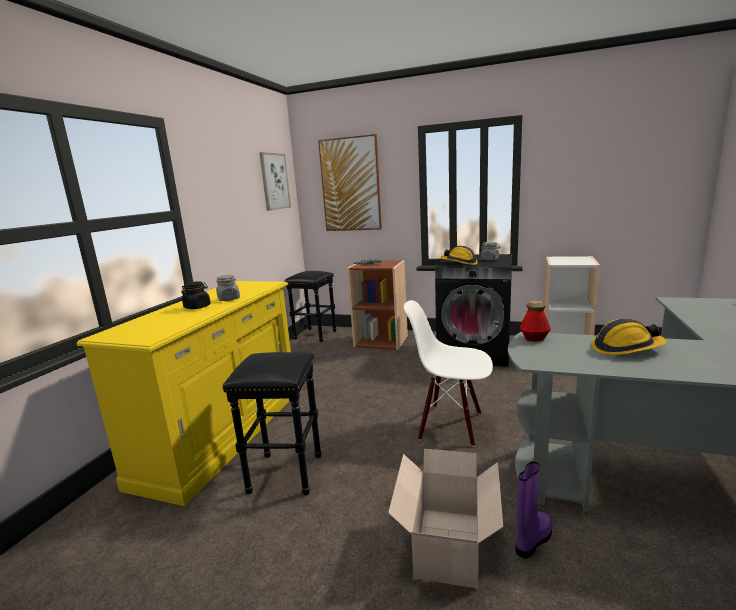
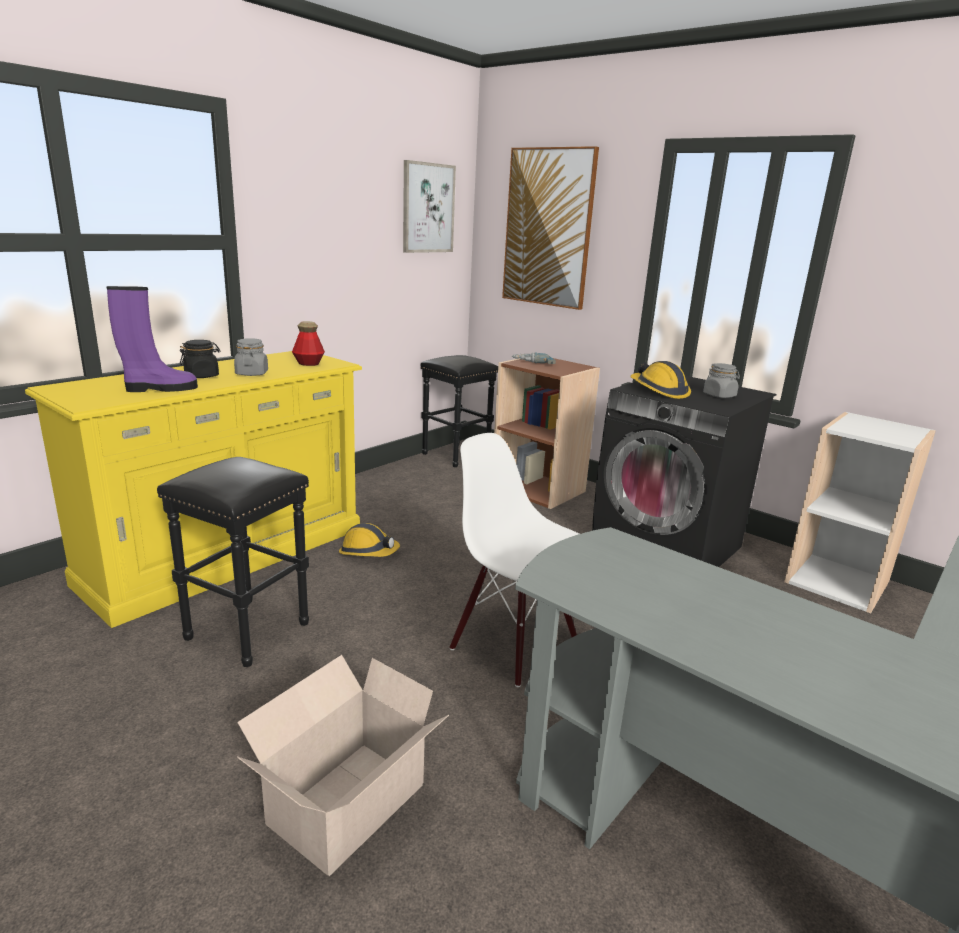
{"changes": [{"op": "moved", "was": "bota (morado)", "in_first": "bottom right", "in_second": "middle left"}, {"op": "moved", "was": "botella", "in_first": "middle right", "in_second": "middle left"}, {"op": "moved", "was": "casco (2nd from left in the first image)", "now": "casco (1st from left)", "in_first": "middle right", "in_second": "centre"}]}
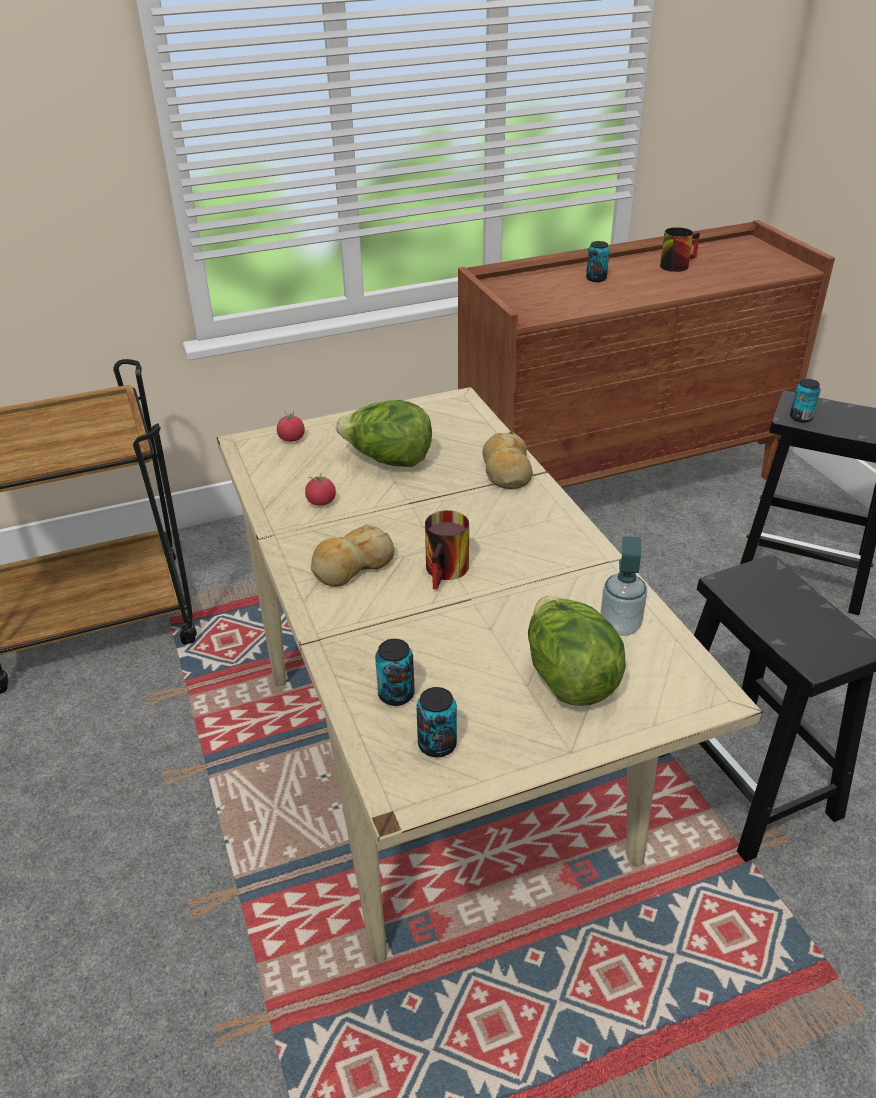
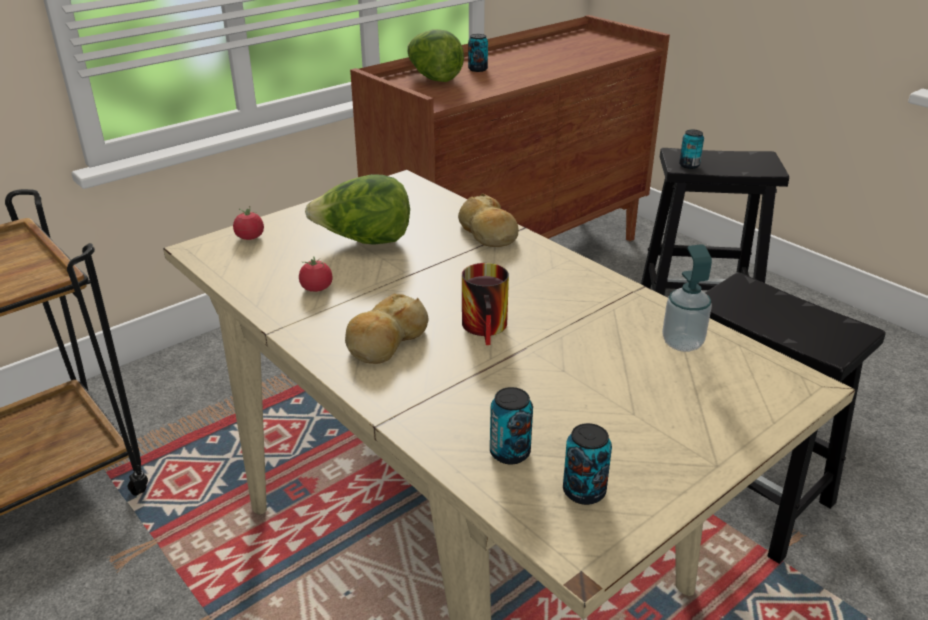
{"changes": [{"op": "moved", "was": "lechuga (2nd from left)", "in_first": "centre", "in_second": "top centre"}, {"op": "removed", "was": "taza grande (2nd from left)", "in_first": "top right"}]}
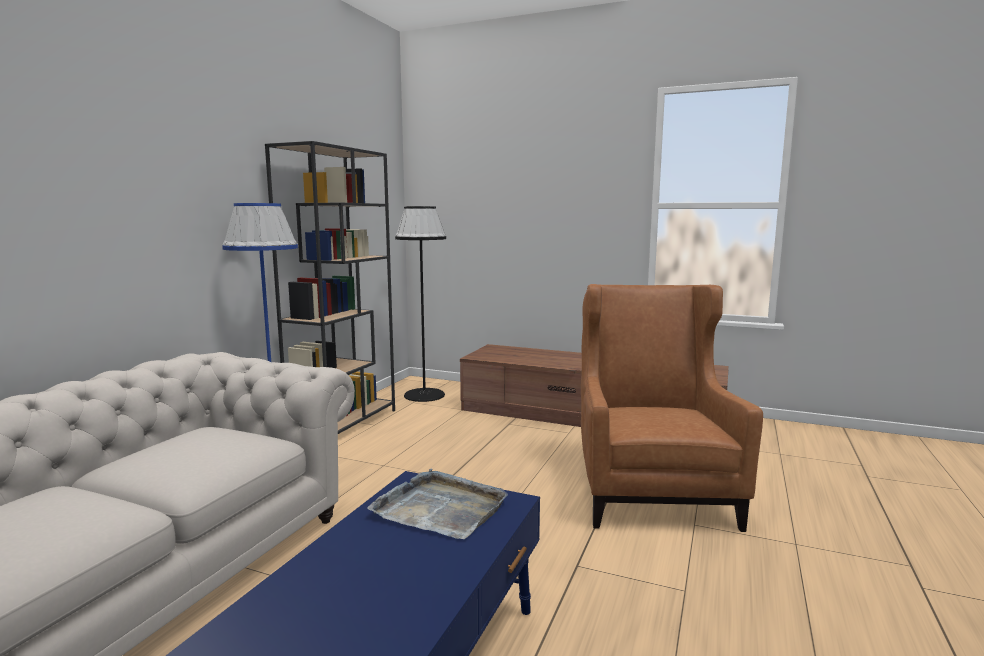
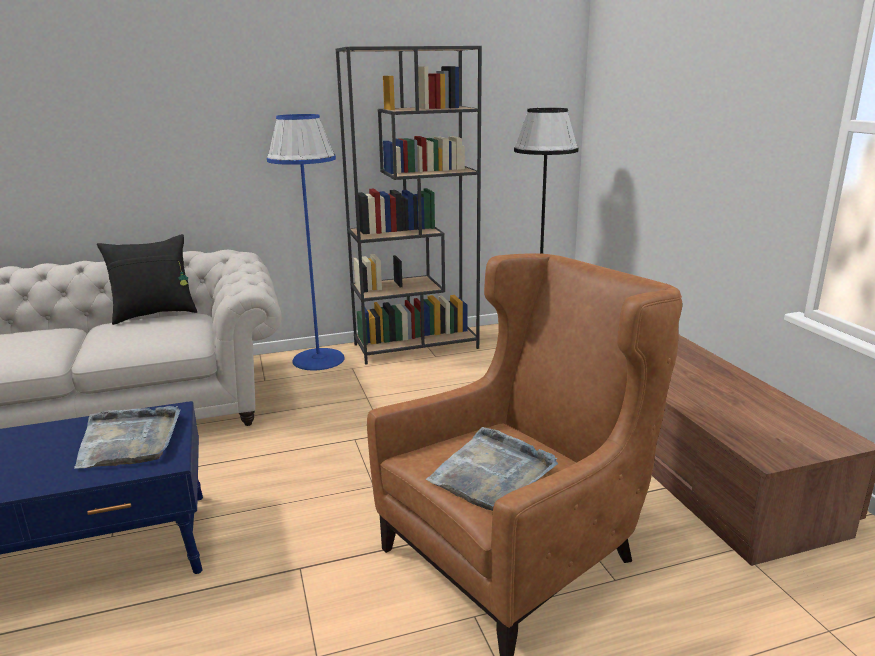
{"changes": [{"op": "added", "now": "cojín (negro)", "in_second": "middle left"}, {"op": "added", "now": "bandeja (gris) (2nd from left)", "in_second": "bottom centre"}]}
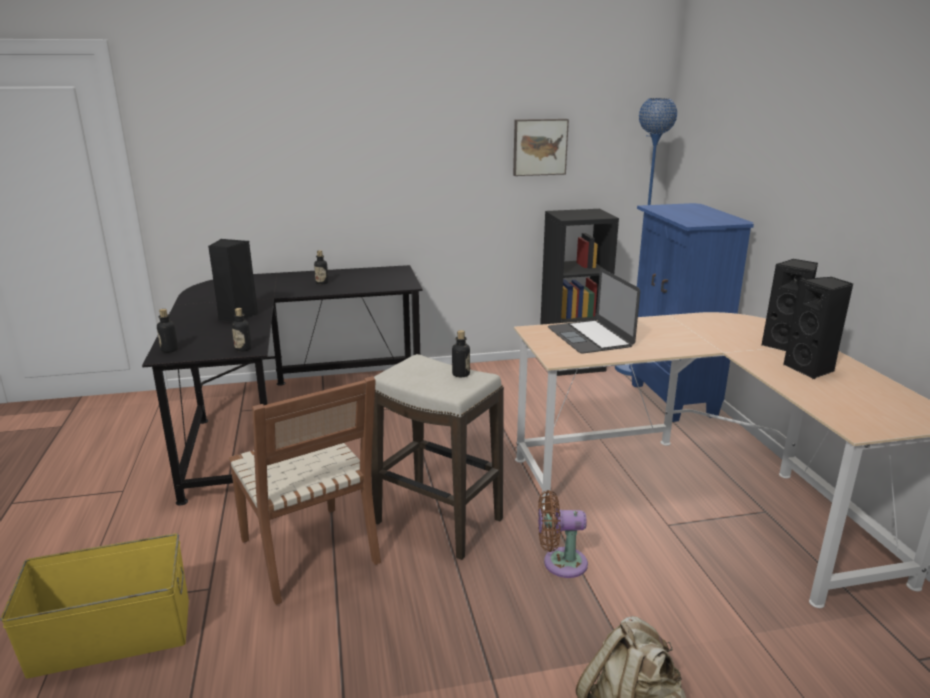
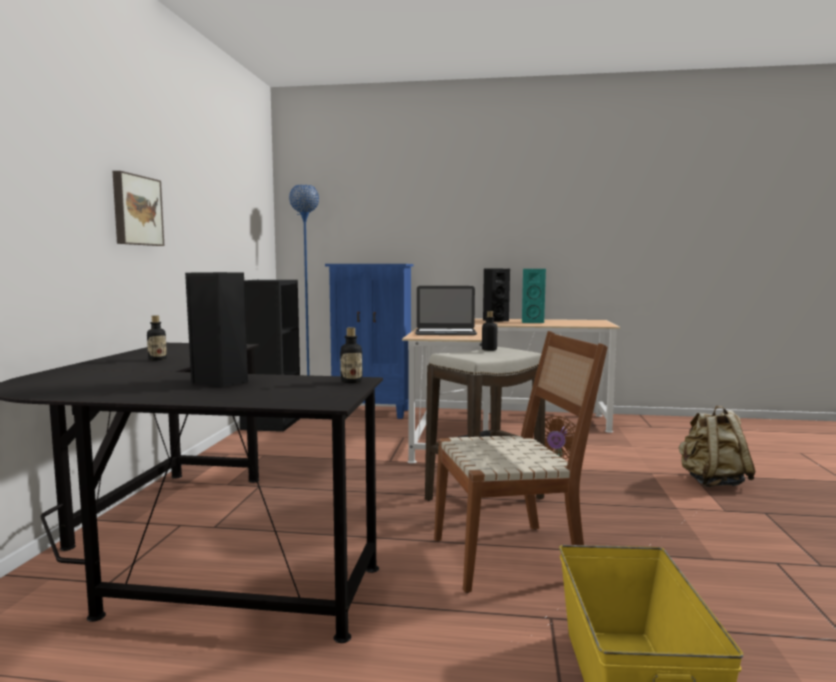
{"changes": [{"op": "removed", "was": "botella (1st from left)", "in_first": "middle left"}, {"op": "moved", "was": "cuadro", "in_first": "top centre", "in_second": "top left"}, {"op": "recoloured", "was": "altavoz (negro) (3rd from left)", "now": "altavoz (turquesa)", "in_first": "middle right", "in_second": "centre"}]}
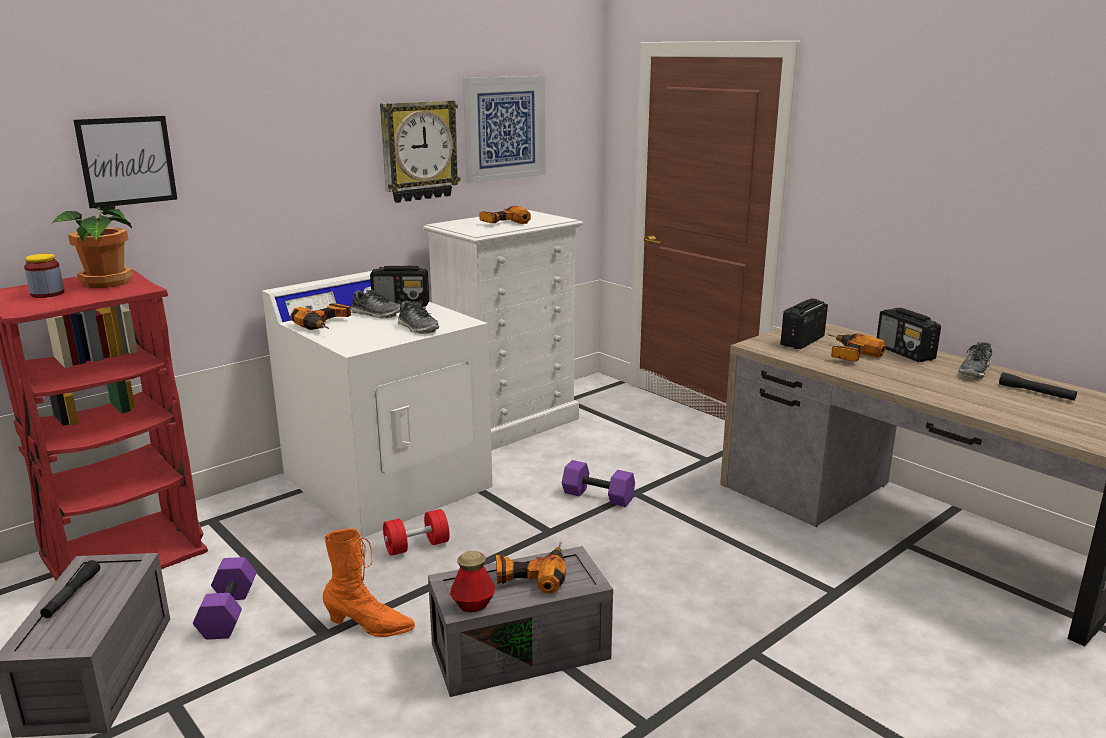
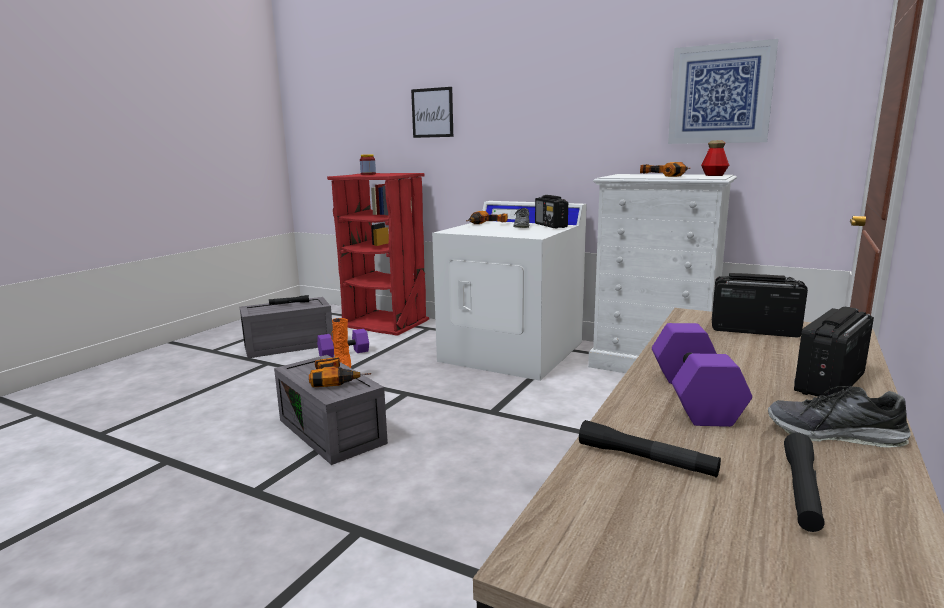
{"changes": [{"op": "removed", "was": "planta en maceta", "in_first": "middle left"}, {"op": "removed", "was": "reloj de pared", "in_first": "top centre"}, {"op": "removed", "was": "mancuerna (rojo)", "in_first": "bottom centre"}, {"op": "removed", "was": "zapato (2nd from left)", "in_first": "centre"}, {"op": "moved", "was": "botella", "in_first": "bottom centre", "in_second": "top right"}, {"op": "moved", "was": "mancuerna (morado) (2nd from left)", "in_first": "centre", "in_second": "middle right"}, {"op": "removed", "was": "taladro (4th from left)", "in_first": "middle right"}, {"op": "added", "now": "linterna (negro) (2nd from left)", "in_second": "bottom right"}]}
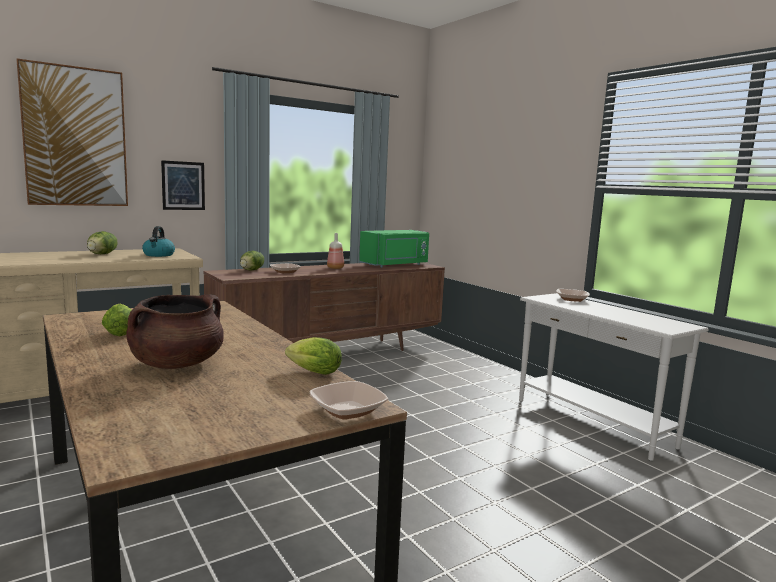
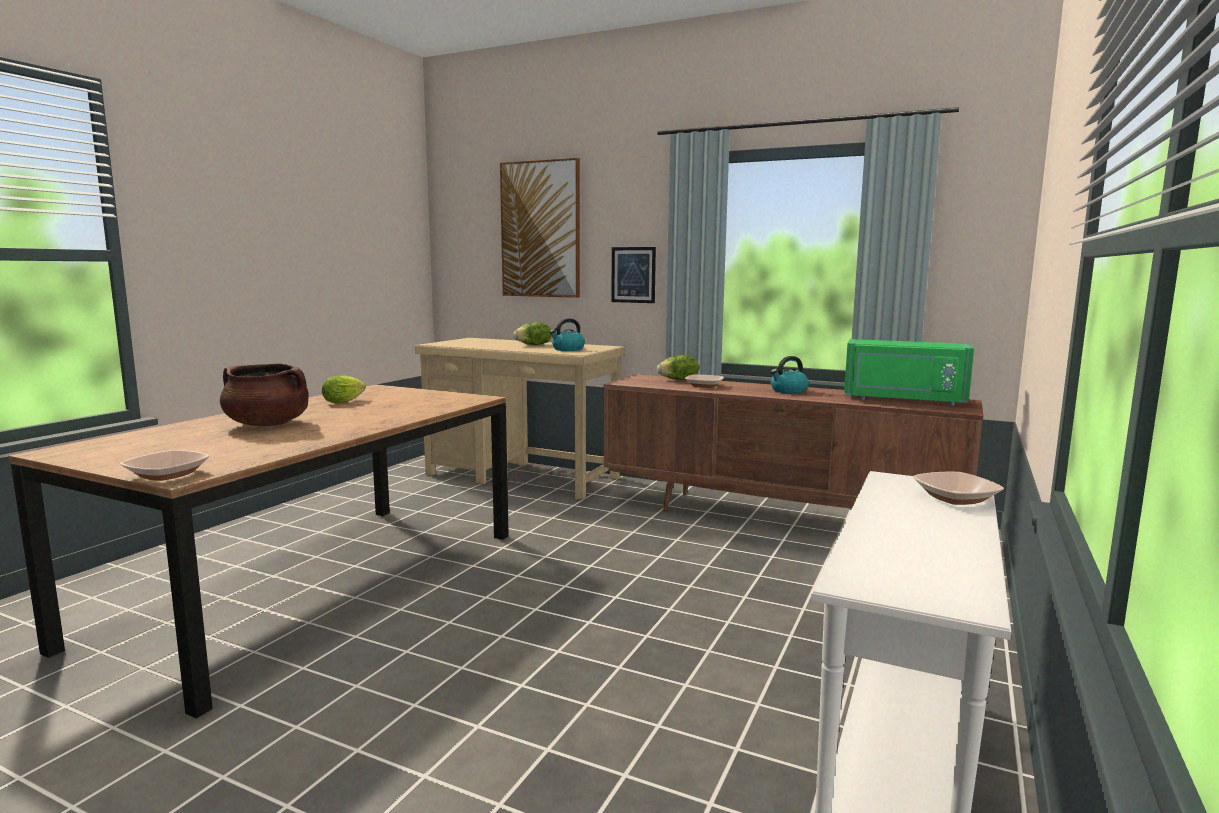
{"changes": [{"op": "removed", "was": "lechuga (4th from left)", "in_first": "centre"}, {"op": "replaced", "was": "botella", "now": "hervidor (2nd from left)", "in_first": "centre", "in_second": "centre"}]}
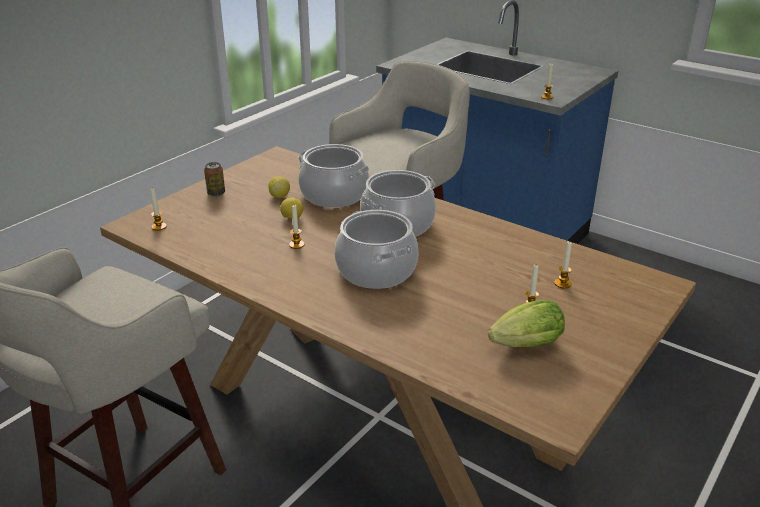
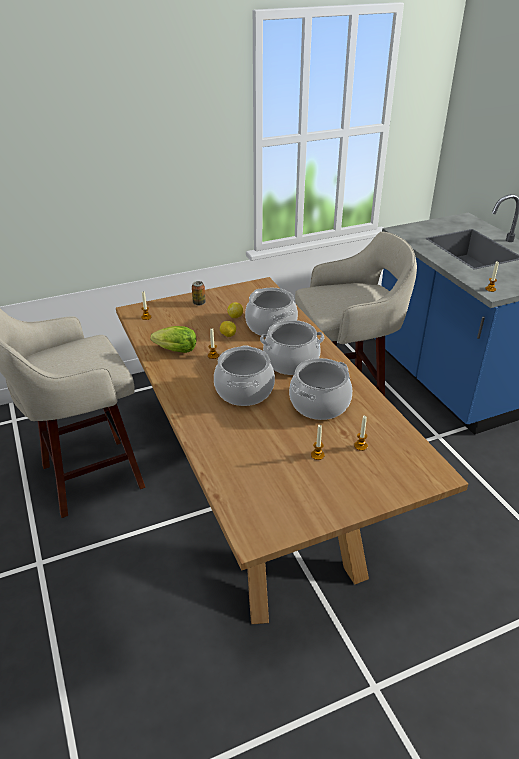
{"changes": [{"op": "moved", "was": "lechuga", "in_first": "middle right", "in_second": "centre"}, {"op": "added", "now": "olla (4th from left)", "in_second": "centre"}]}
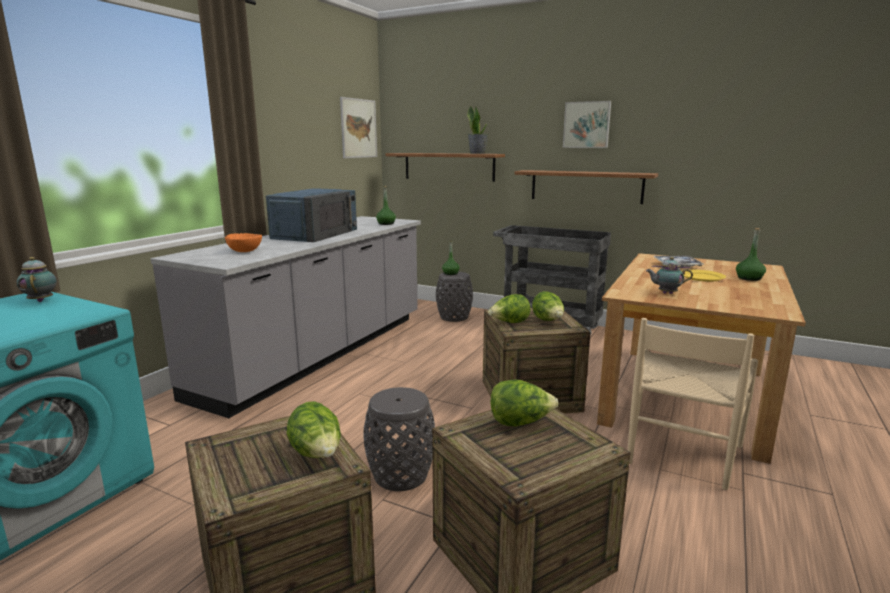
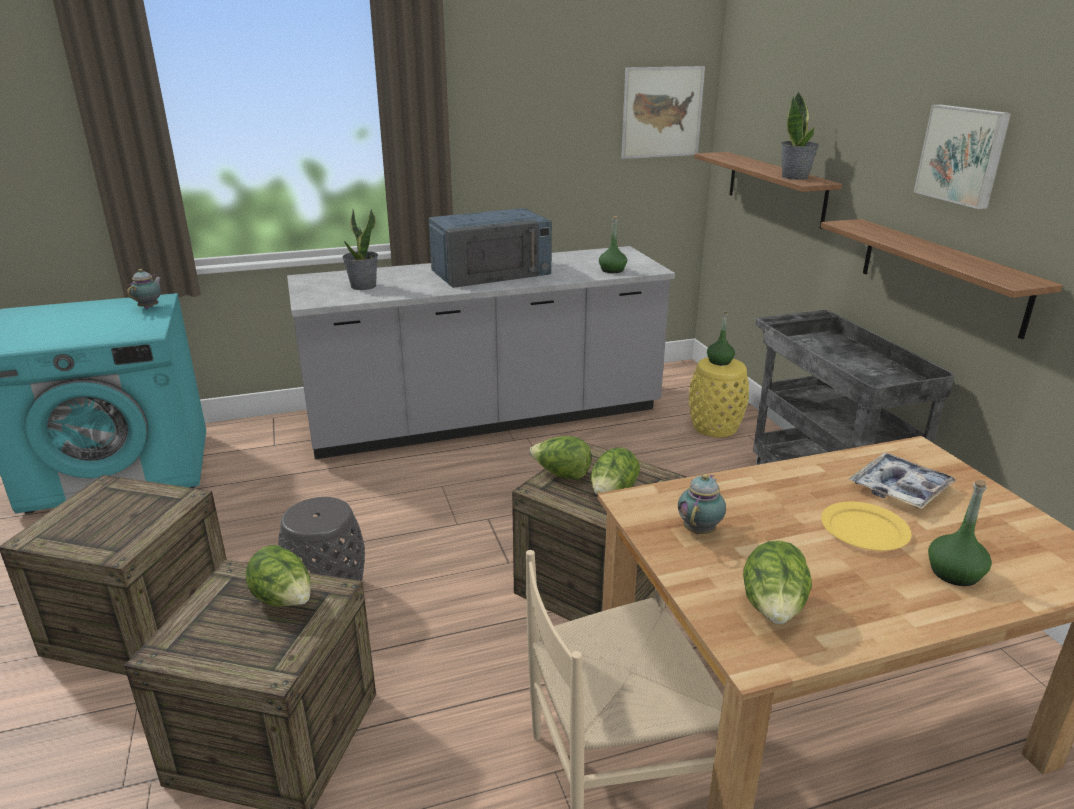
{"changes": [{"op": "replaced", "was": "cuenco (naranja)", "now": "planta en maceta (1st from left)", "in_first": "middle left", "in_second": "top centre"}, {"op": "moved", "was": "lechuga (1st from left in the first image)", "now": "lechuga (4th from left)", "in_first": "bottom centre", "in_second": "bottom right"}, {"op": "recoloured", "was": "taburete (gris) (2nd from left)", "now": "taburete (amarillo)", "in_first": "centre", "in_second": "middle right"}, {"op": "turned", "was": "tetera (2nd from left)", "in_first": "middle right", "in_second": "centre", "clockwise": 60}]}
